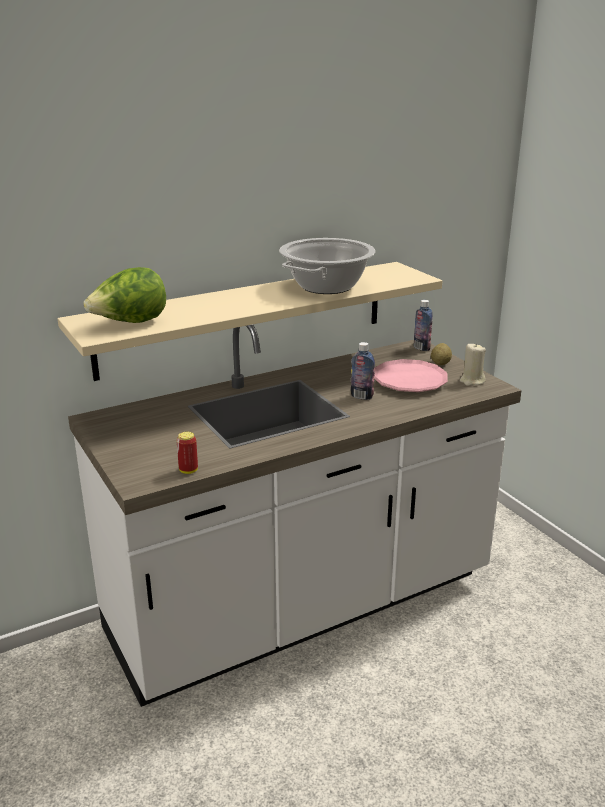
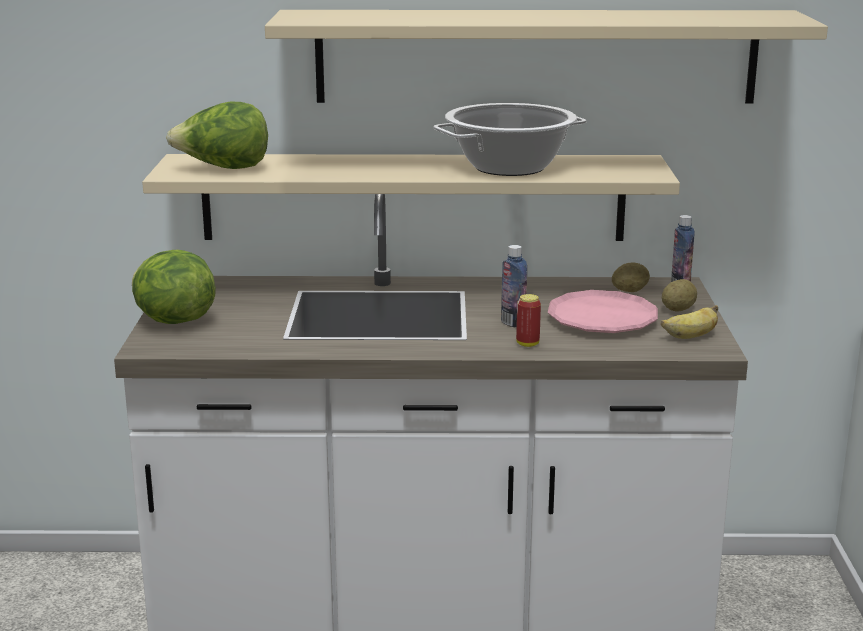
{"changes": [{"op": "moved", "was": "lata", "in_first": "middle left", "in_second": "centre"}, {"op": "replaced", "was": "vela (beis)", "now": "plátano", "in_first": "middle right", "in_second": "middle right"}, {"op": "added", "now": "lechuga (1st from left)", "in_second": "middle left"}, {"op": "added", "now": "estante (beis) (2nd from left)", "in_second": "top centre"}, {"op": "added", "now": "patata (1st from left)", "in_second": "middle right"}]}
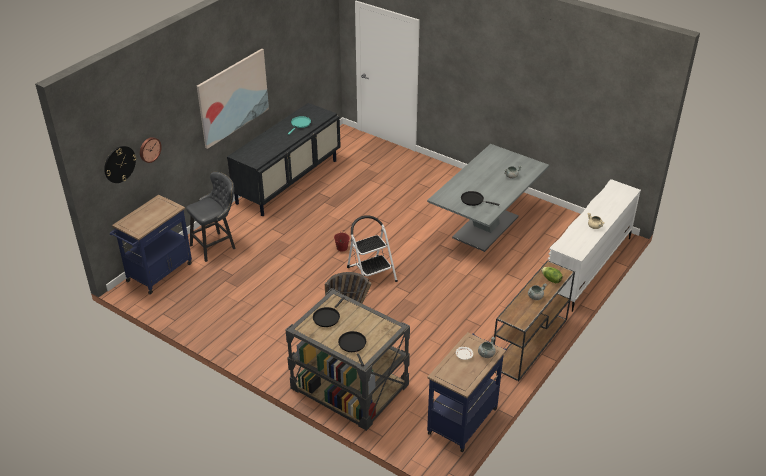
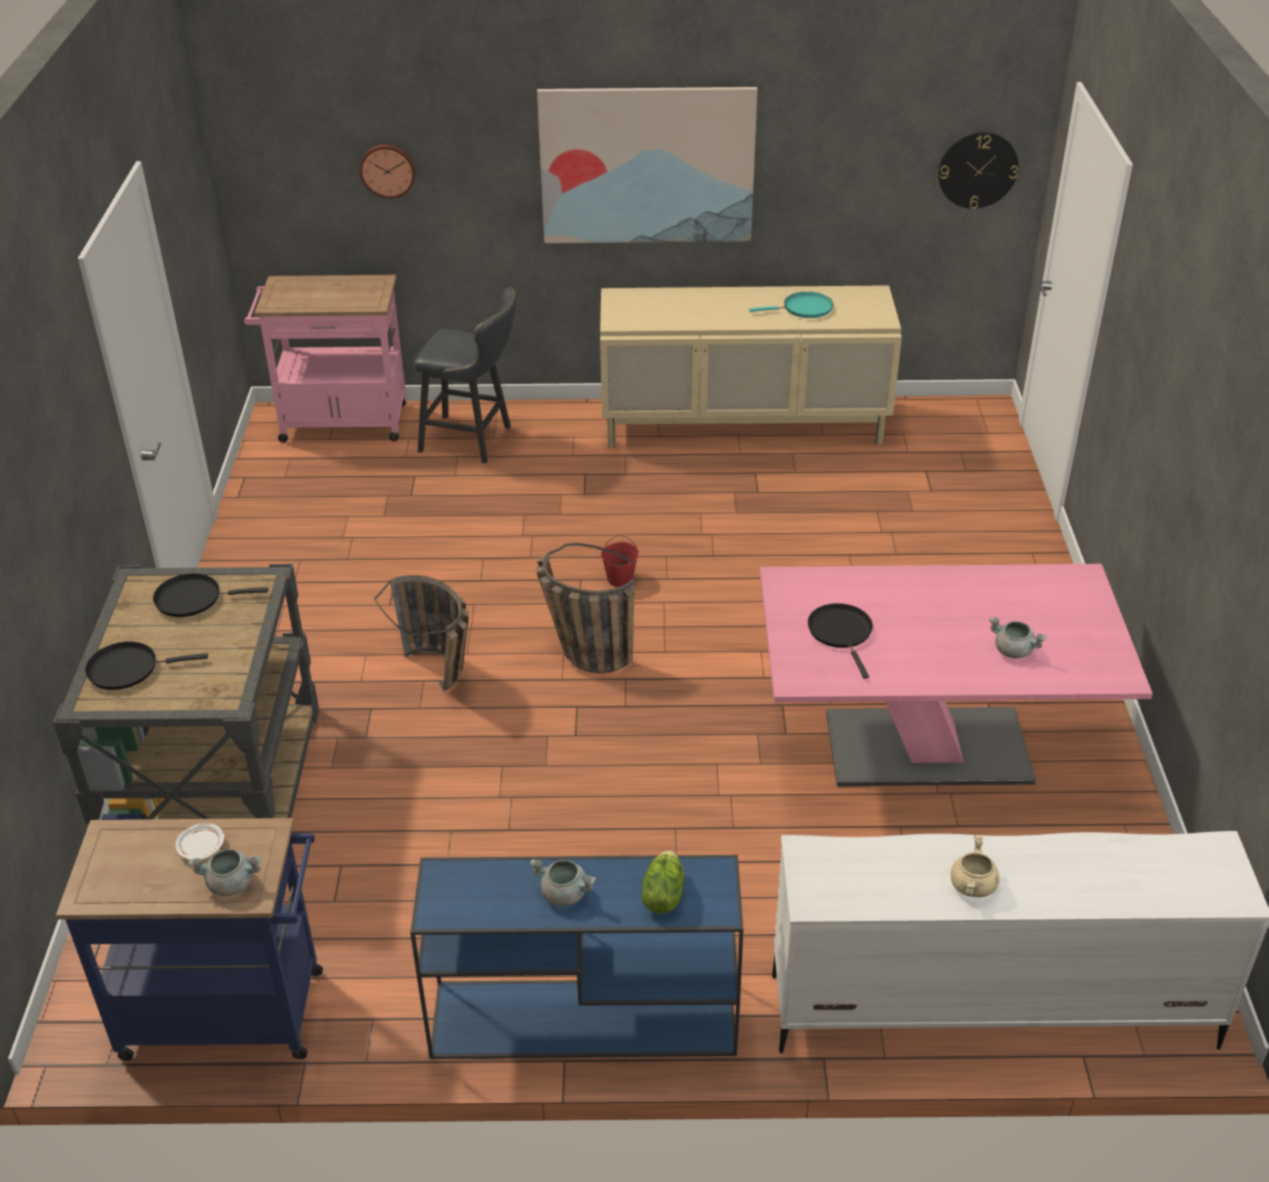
{"changes": [{"op": "moved", "was": "reloj de pared (1st from left in the first image)", "now": "reloj de pared (2nd from left)", "in_first": "middle left", "in_second": "top right"}, {"op": "recoloured", "was": "carrito (azul) (1st from left)", "now": "carrito (rosa)", "in_first": "middle left", "in_second": "top left"}, {"op": "recoloured", "was": "armario (negro)", "now": "armario (beis)", "in_first": "centre", "in_second": "top centre"}, {"op": "turned", "was": "sartén (negro) (2nd from left in the first image)", "in_first": "bottom centre", "in_second": "middle left", "clockwise": -135}, {"op": "replaced", "was": "escalera de tijera", "now": "cesta (2nd from left)", "in_first": "centre", "in_second": "centre"}, {"op": "recoloured", "was": "mesa de comedor (gris)", "now": "mesa de comedor (rosa)", "in_first": "centre", "in_second": "middle right"}, {"op": "recoloured", "was": "mesa consola (marrón)", "now": "mesa consola (azul)", "in_first": "bottom right", "in_second": "bottom centre"}]}
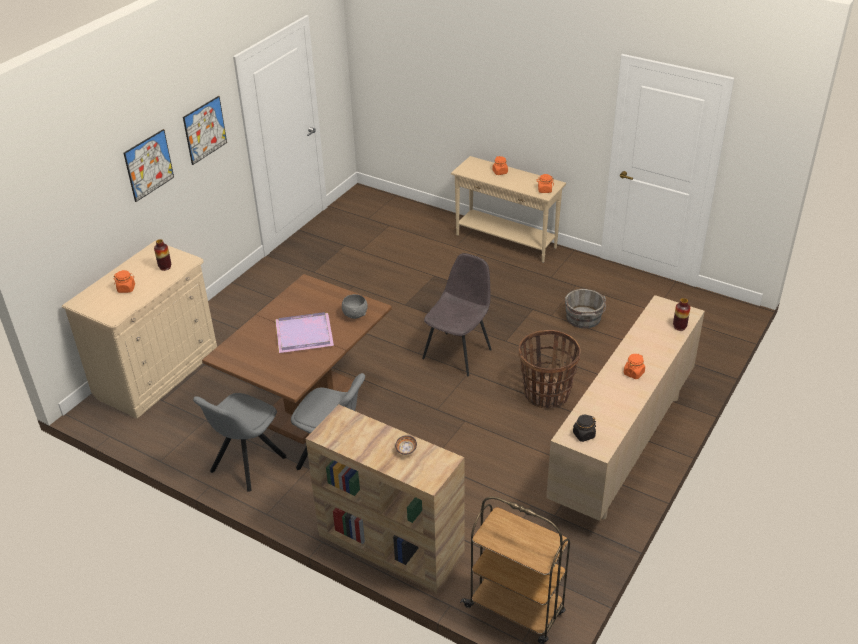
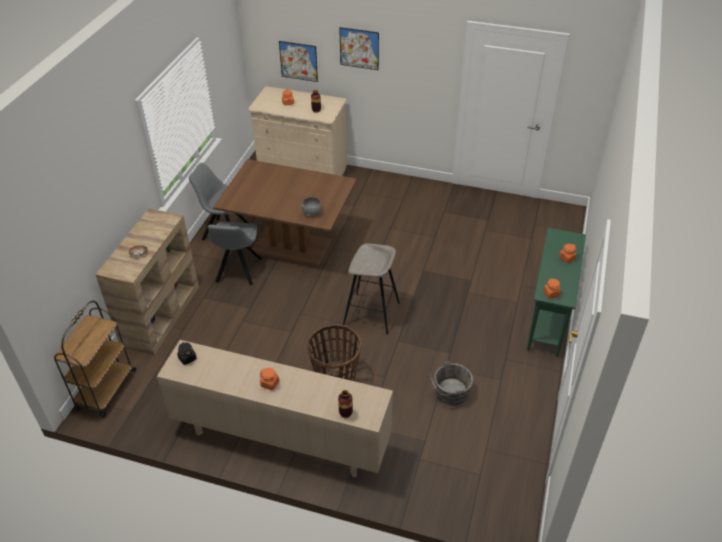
{"changes": [{"op": "moved", "was": "cuadro (2nd from left in the first image)", "now": "cuadro (1st from left)", "in_first": "top left", "in_second": "top centre"}, {"op": "removed", "was": "bandeja (morado)", "in_first": "centre"}, {"op": "replaced", "was": "silla (gris) (3rd from left)", "now": "taburete (gris)", "in_first": "centre", "in_second": "centre"}, {"op": "recoloured", "was": "mesa consola (beis)", "now": "mesa consola (verde)", "in_first": "top centre", "in_second": "middle right"}]}
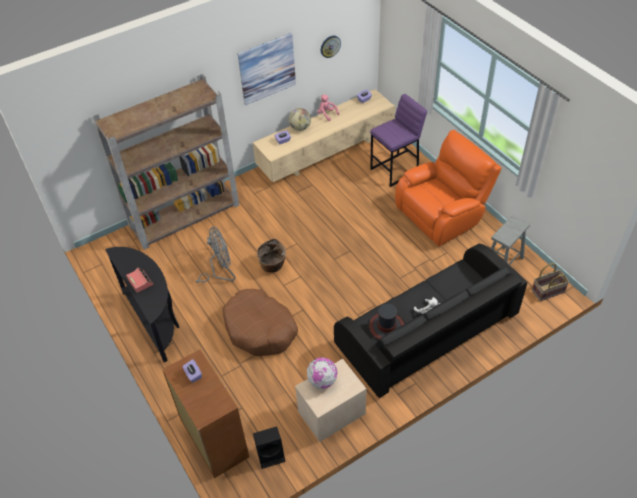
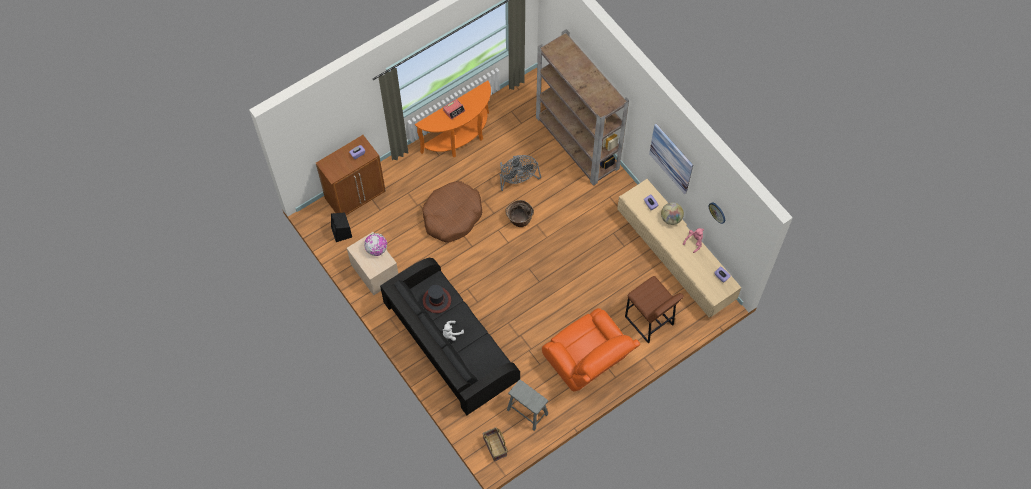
{"changes": [{"op": "recoloured", "was": "mesa consola (negro)", "now": "mesa consola (naranja)", "in_first": "middle left", "in_second": "top centre"}, {"op": "recoloured", "was": "taburete (morado)", "now": "taburete (marrón)", "in_first": "top centre", "in_second": "centre"}]}
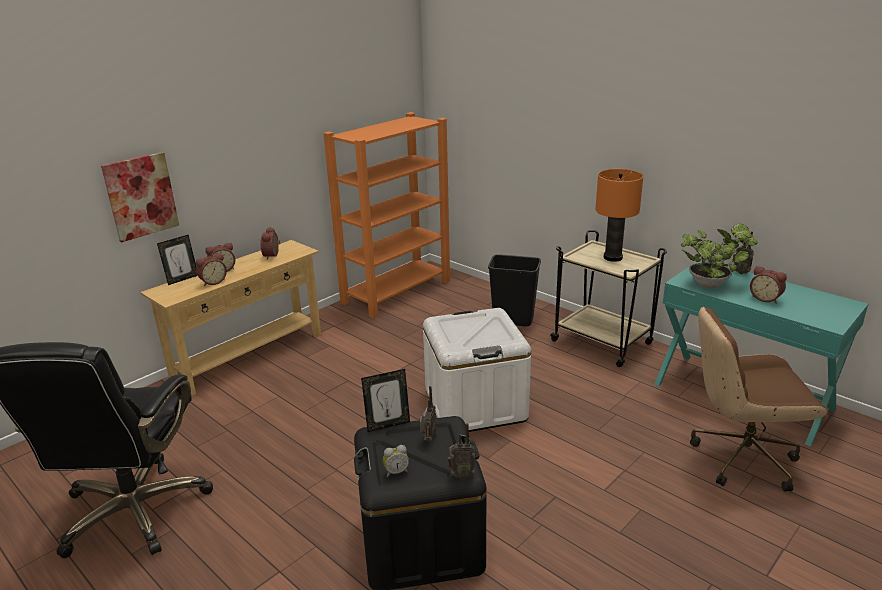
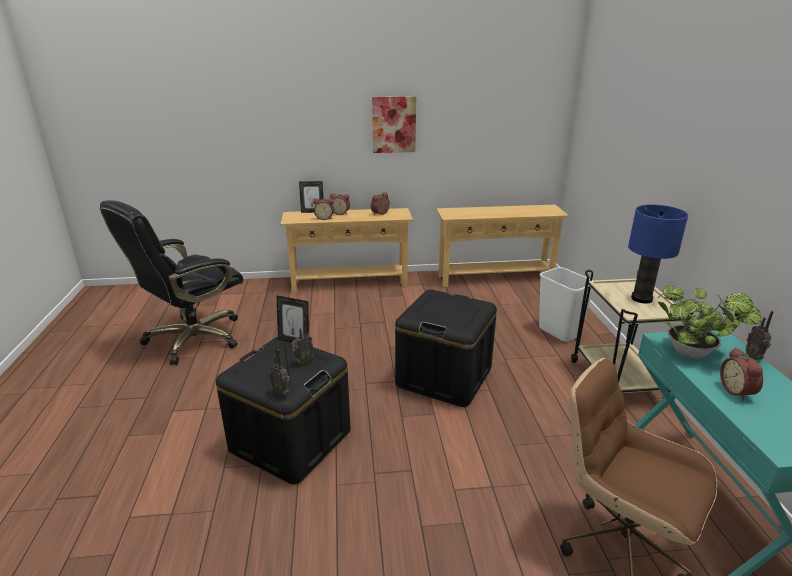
{"changes": [{"op": "moved", "was": "cuadro", "in_first": "middle left", "in_second": "top centre"}, {"op": "replaced", "was": "estantería (naranja)", "now": "mesa consola (beis) (2nd from left)", "in_first": "centre", "in_second": "centre"}, {"op": "removed", "was": "despertador (4th from left)", "in_first": "bottom centre"}, {"op": "recoloured", "was": "caja de almacenaje (blanco)", "now": "caja de almacenaje (negro) (2nd from left)", "in_first": "centre", "in_second": "centre"}, {"op": "recoloured", "was": "papelera (negro)", "now": "papelera (blanco)", "in_first": "centre", "in_second": "middle right"}, {"op": "recoloured", "was": "lámpara de mesa (naranja)", "now": "lámpara de mesa (azul)", "in_first": "middle right", "in_second": "middle right"}]}
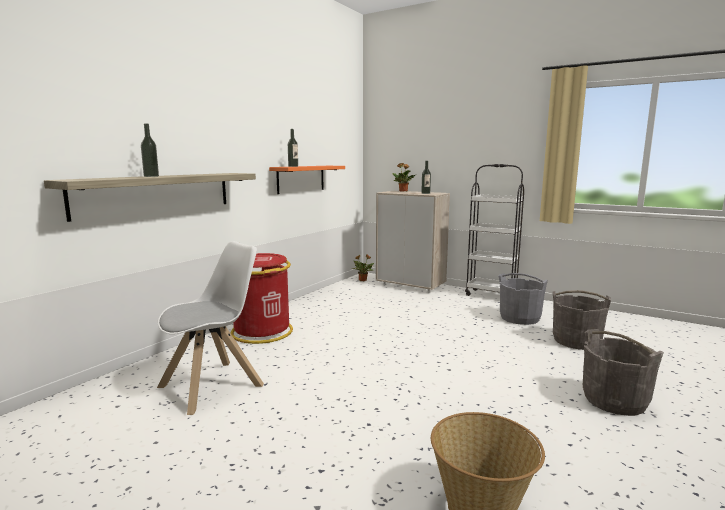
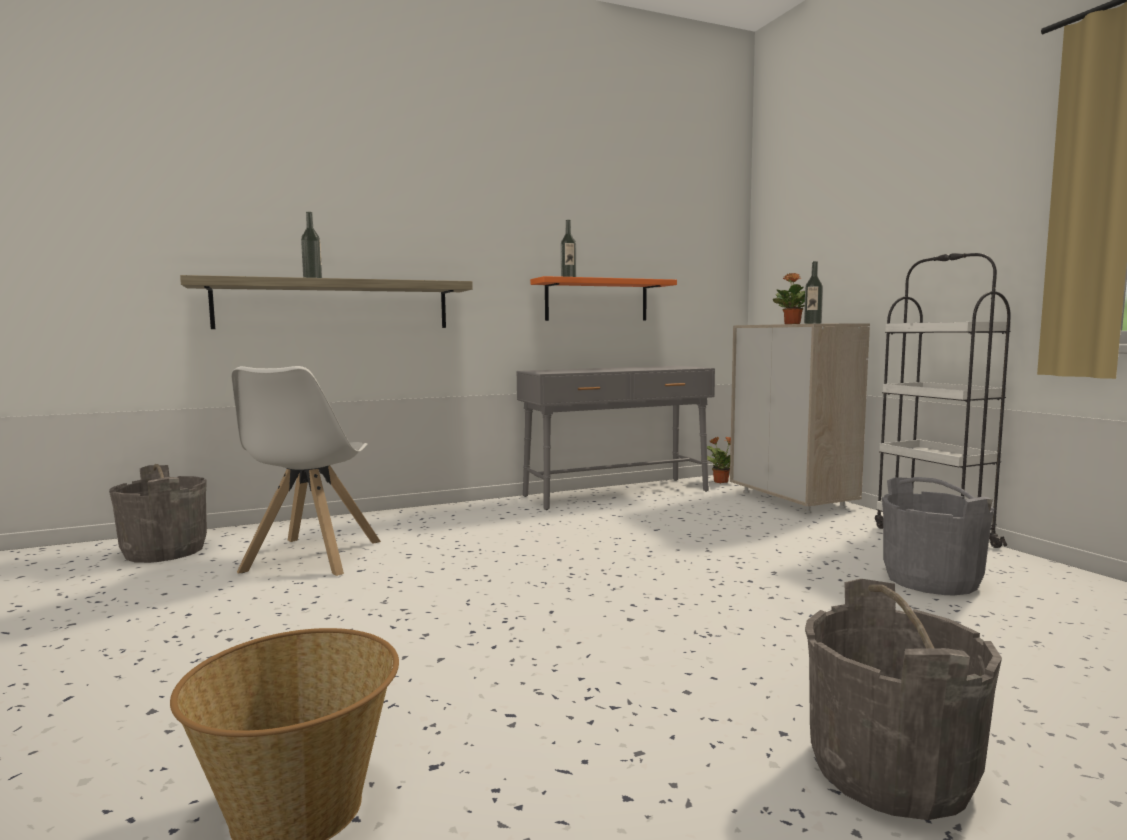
{"changes": [{"op": "turned", "was": "silla", "in_first": "middle left", "in_second": "middle left", "clockwise": 105}, {"op": "removed", "was": "papelera (rojo)", "in_first": "centre"}, {"op": "moved", "was": "cubo (gris) (2nd from left in the first image)", "now": "cubo (gris) (1st from left)", "in_first": "middle right", "in_second": "middle left"}, {"op": "added", "now": "mesa consola (gris)", "in_second": "centre"}]}
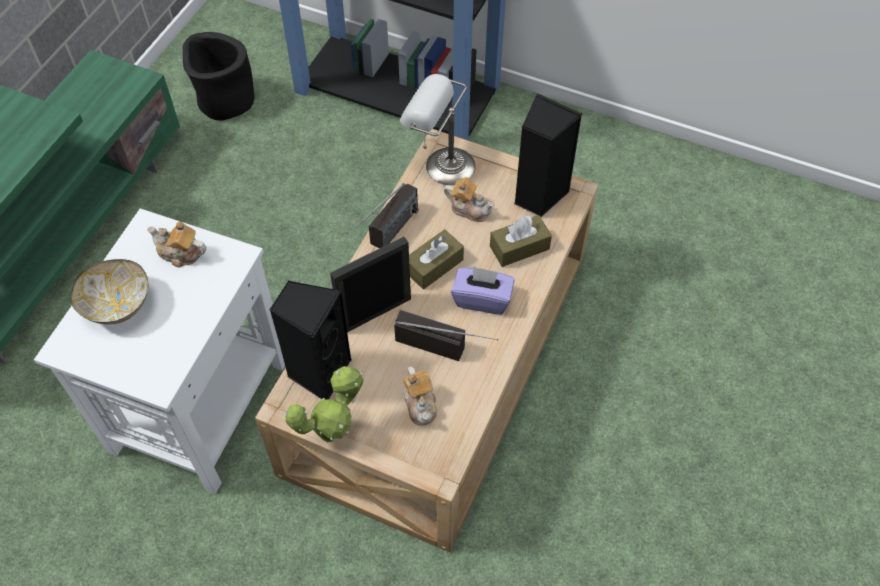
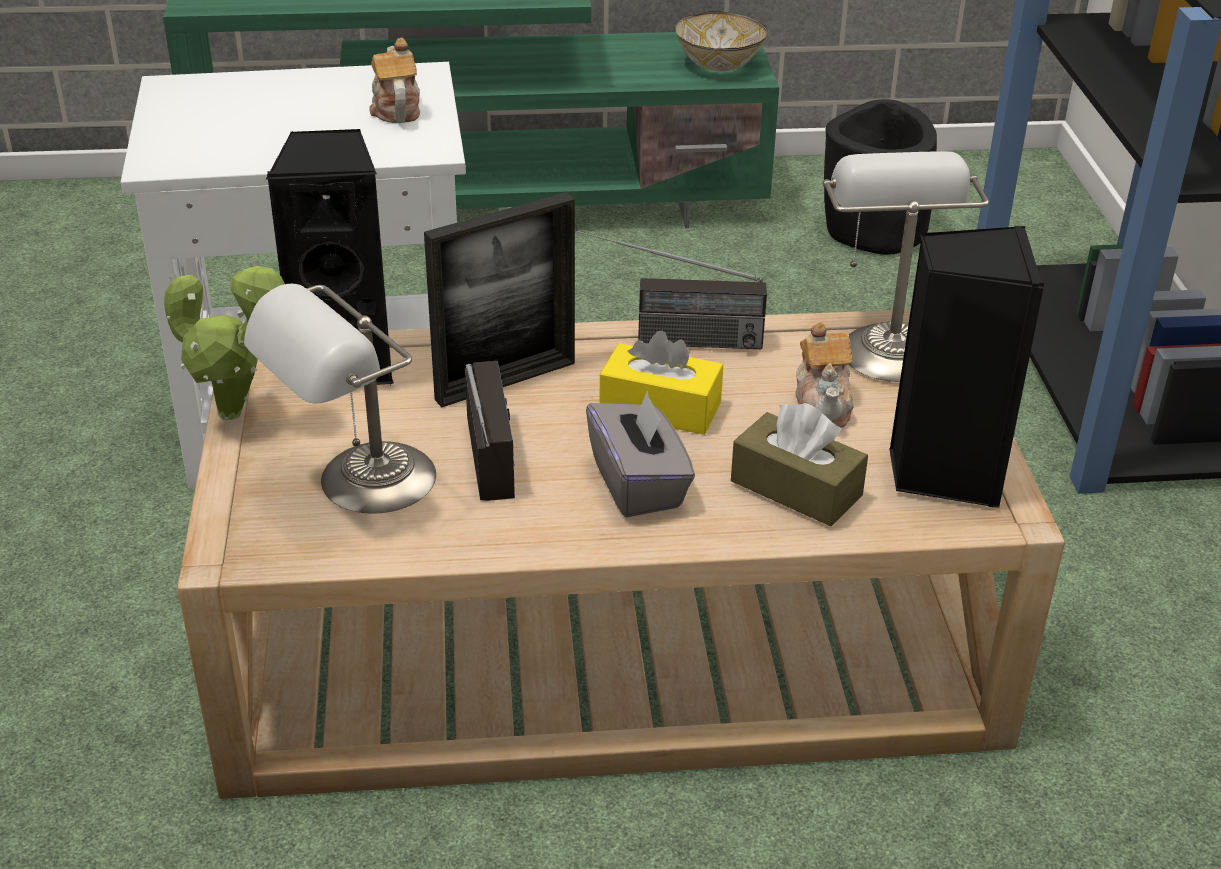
{"changes": [{"op": "moved", "was": "cuenco", "in_first": "middle left", "in_second": "top centre"}, {"op": "turned", "was": "portarretratos", "in_first": "centre", "in_second": "centre", "clockwise": 120}, {"op": "replaced", "was": "tetera (2nd from left)", "now": "lámpara de mesa (blanco) (1st from left)", "in_first": "bottom centre", "in_second": "middle left"}, {"op": "recoloured", "was": "caja de pañuelos (marrón) (1st from left)", "now": "caja de pañuelos (amarillo)", "in_first": "centre", "in_second": "centre"}, {"op": "recoloured", "was": "caja de pañuelos (morado)", "now": "caja de pañuelos (gris)", "in_first": "centre", "in_second": "centre"}]}
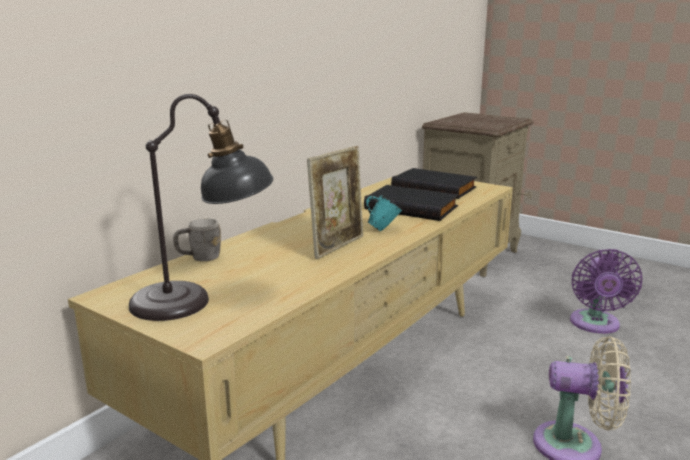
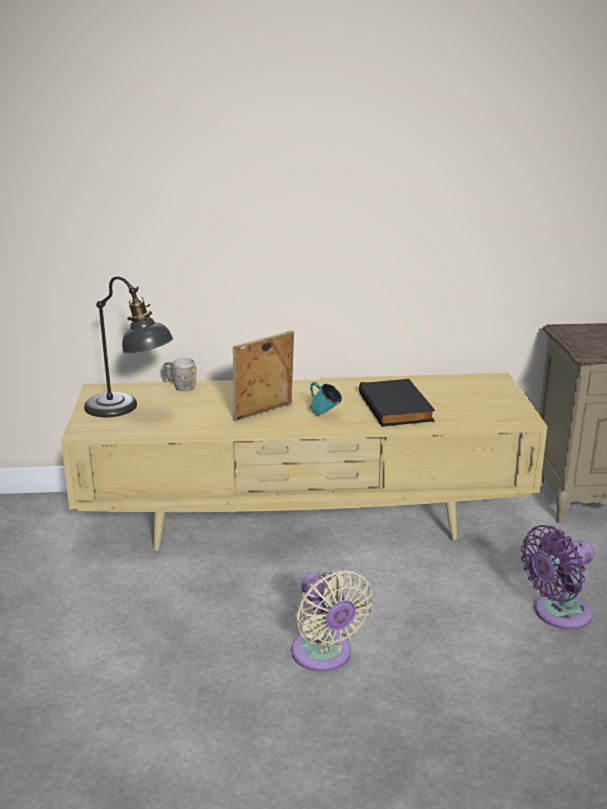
{"changes": [{"op": "turned", "was": "portarretratos", "in_first": "centre", "in_second": "centre", "clockwise": 150}, {"op": "removed", "was": "libro (negro) (2nd from left)", "in_first": "centre"}]}
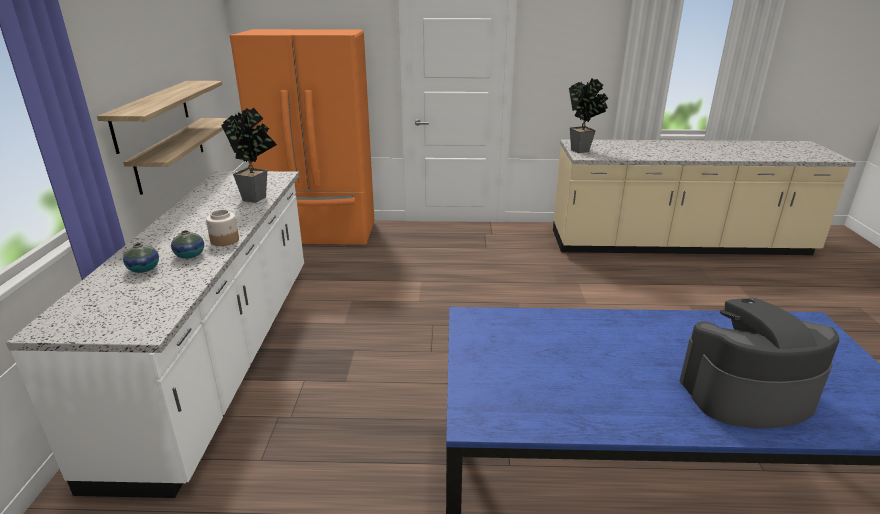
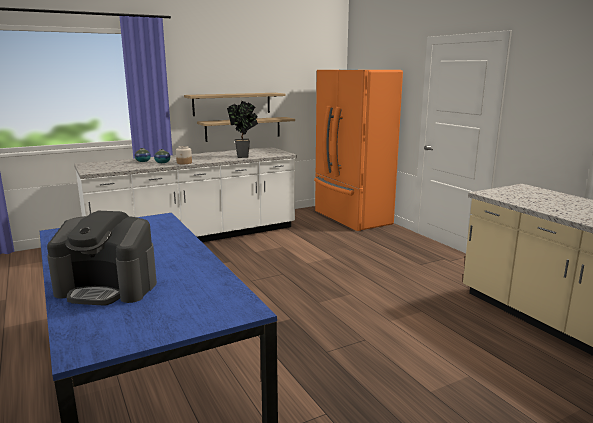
{"changes": [{"op": "removed", "was": "planta en maceta (2nd from left)", "in_first": "top right"}, {"op": "turned", "was": "cafetera", "in_first": "bottom right", "in_second": "middle left", "clockwise": 135}]}
